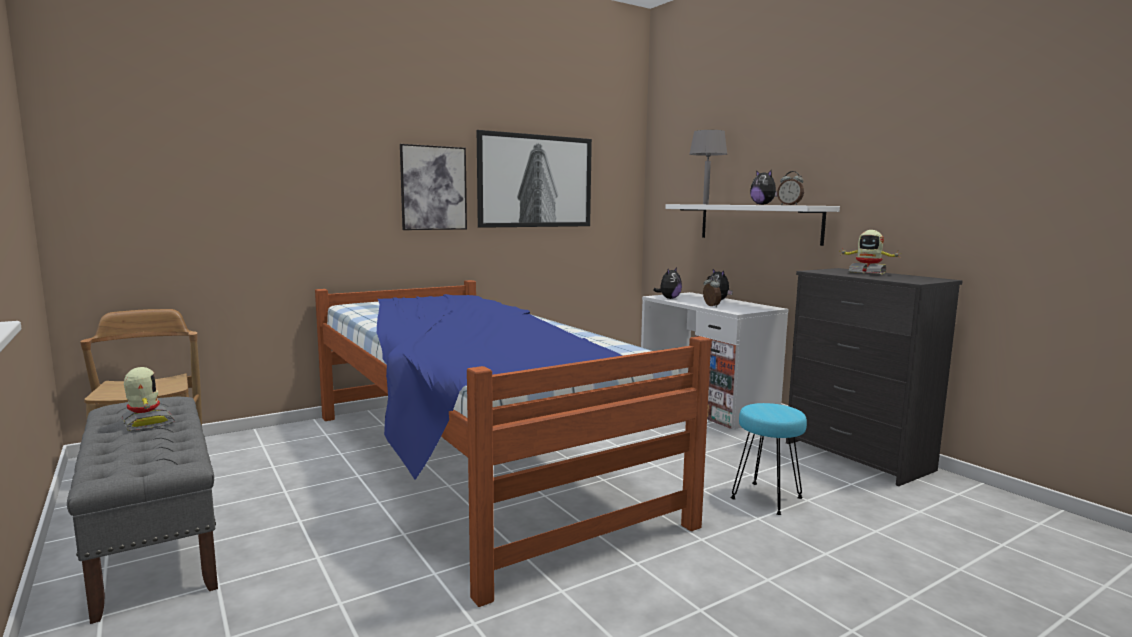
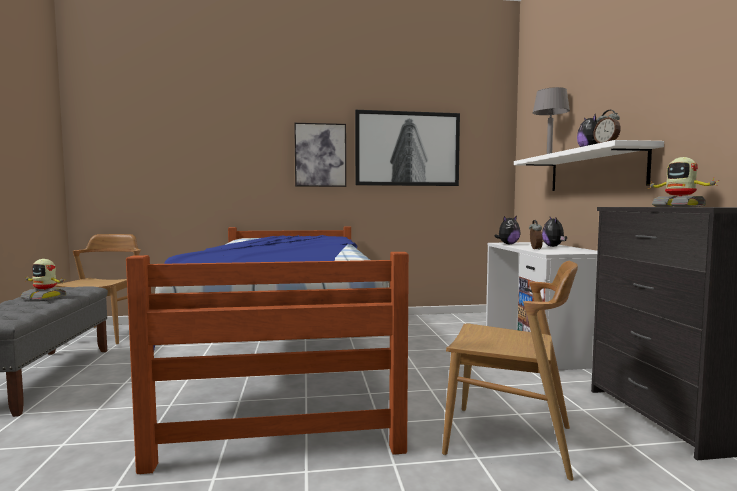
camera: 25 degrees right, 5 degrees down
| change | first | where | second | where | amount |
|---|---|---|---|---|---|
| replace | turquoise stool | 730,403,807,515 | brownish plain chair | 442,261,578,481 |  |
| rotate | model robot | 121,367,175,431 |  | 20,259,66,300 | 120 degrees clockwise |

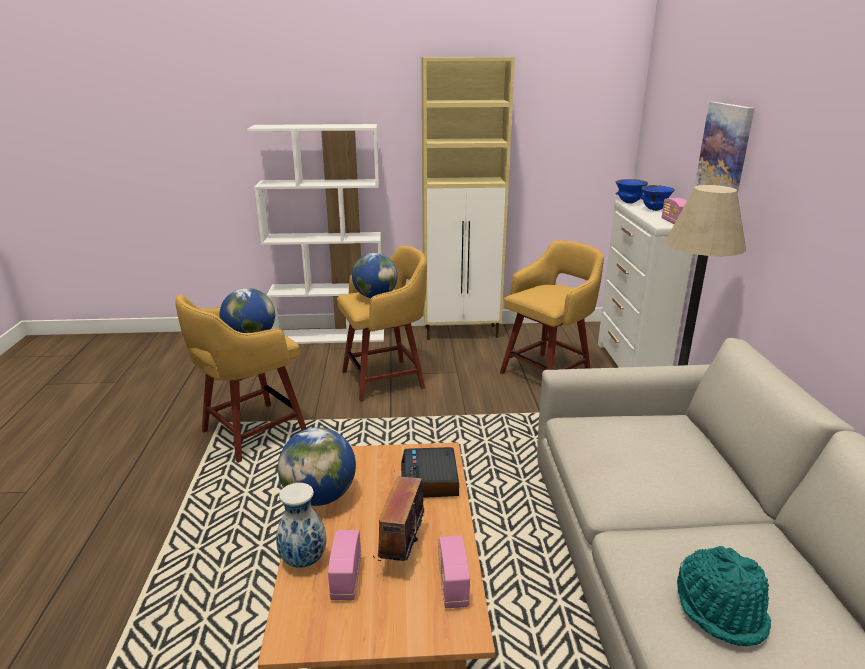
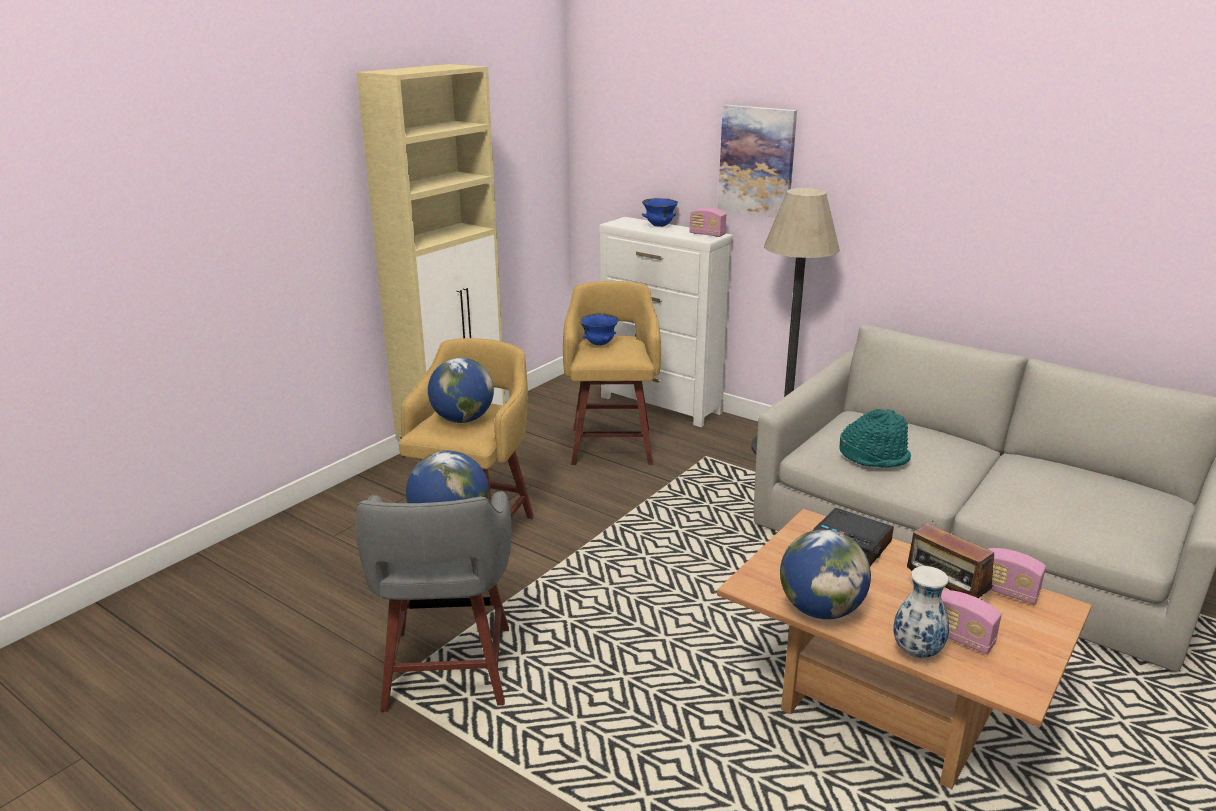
camera: 50 degrees left, 0 degrees up
| change | first | where | second | where | amount |
|---|---|---|---|---|---|
| delete | whitish shelving unit | 247,124,384,344 |  |  |  |
| move | blue-coloured serving bowl | 615,179,648,203 |  | 579,313,619,346 |  |
| move | turquoise clothing hat | 677,546,771,646 |  | 839,409,911,468 |  |
| recolor | yellow stool | 175,295,307,463 | greyish stool | 355,491,511,712 |  |

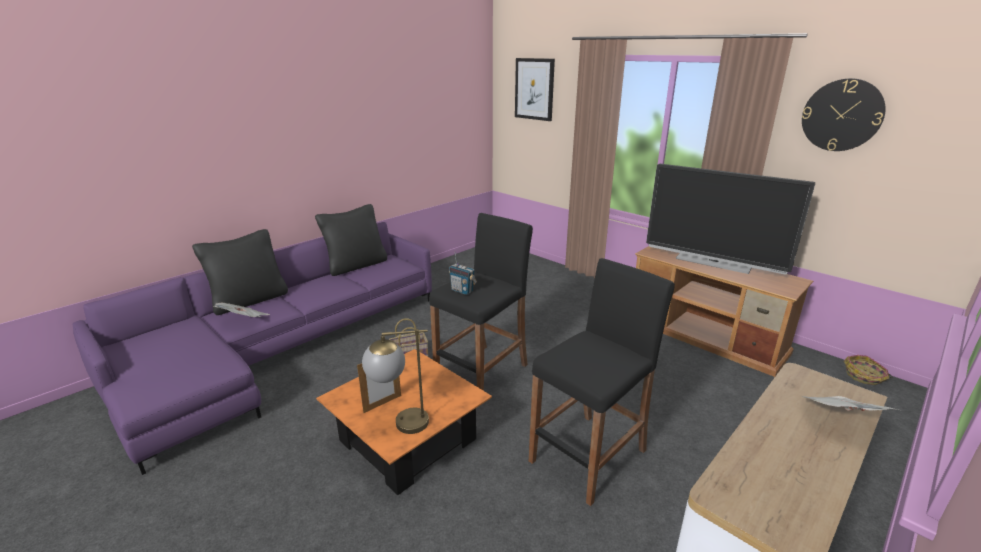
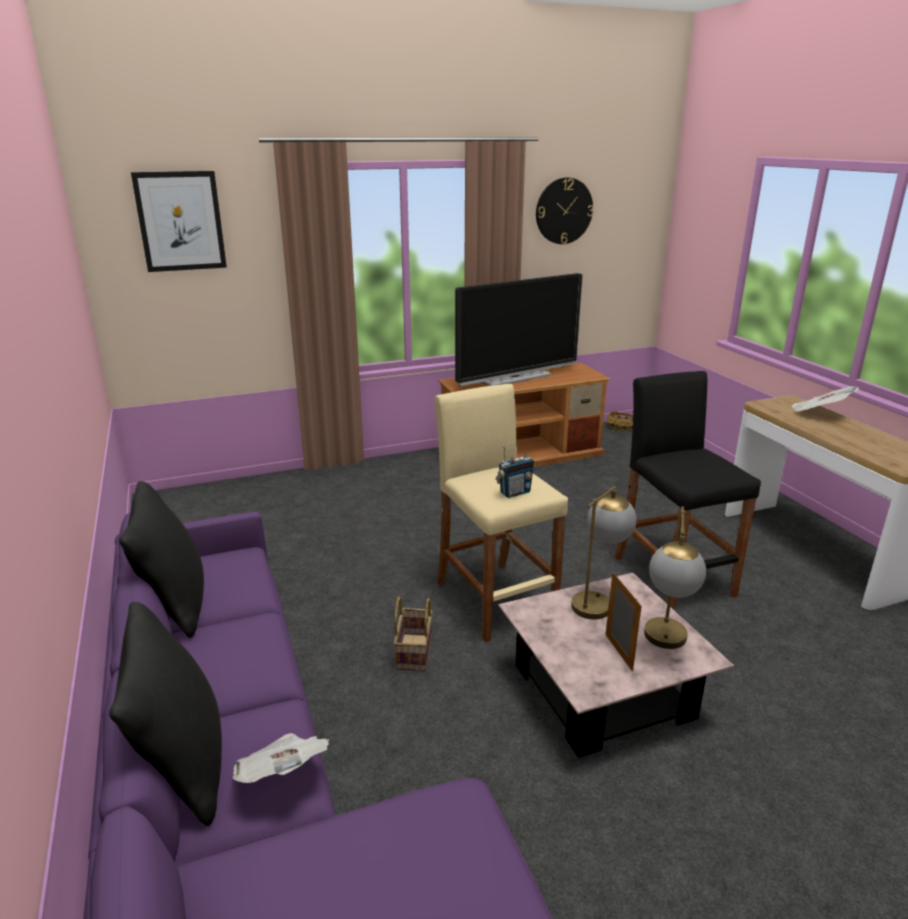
camera: 65 degrees left, 0 degrees up
| change | first | where | second | where | amount |
|---|---|---|---|---|---|
| insert |  |  | table lamp | 571,486,637,619 |  |
| recolor | orange coffee table | 316,349,492,495 | pinkish coffee table | 498,573,734,758 |  |
| recolor | blackish stool | 429,213,533,391 | beige stool | 435,384,568,642 |  |

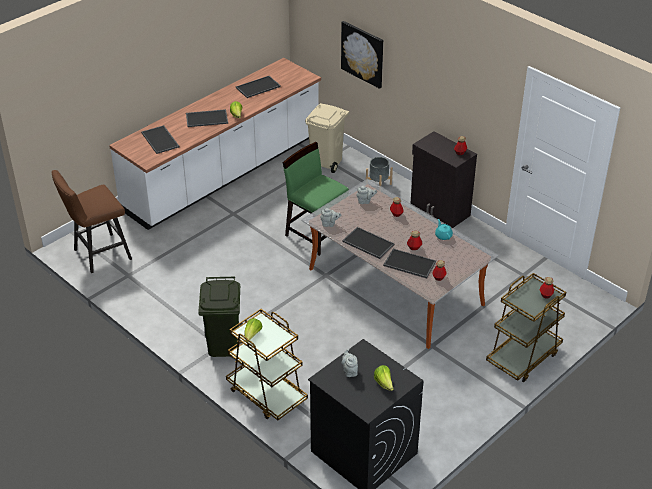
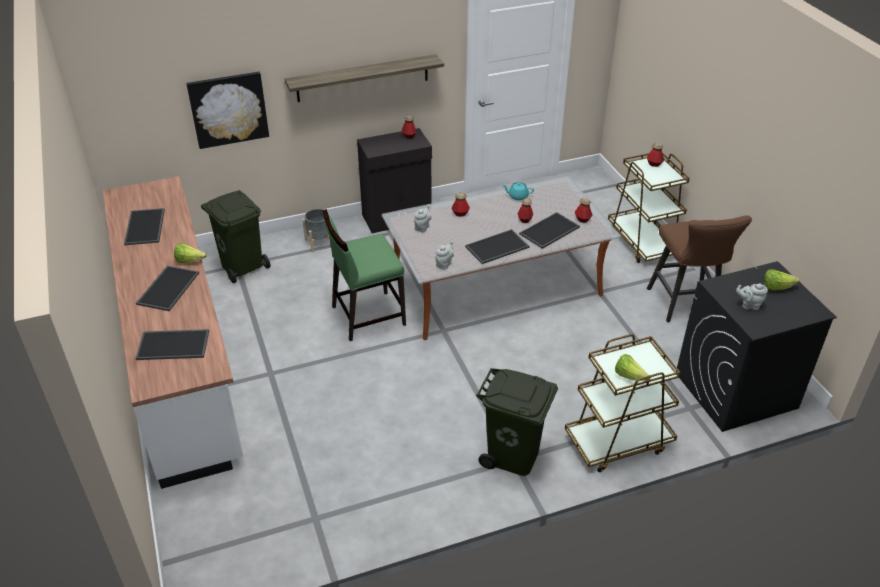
camera: 65 degrees left, 0 degrees up
| change | first | where | second | where | amount |
|---|---|---|---|---|---|
| insert |  |  | wall shelf | 285,54,444,102 |  |
| move | brownish stool | 51,170,132,273 |  | 647,215,752,322 |  |
| recolor | beige rubbish bin | 305,103,349,173 | greenish rubbish bin | 201,190,271,283 |  |

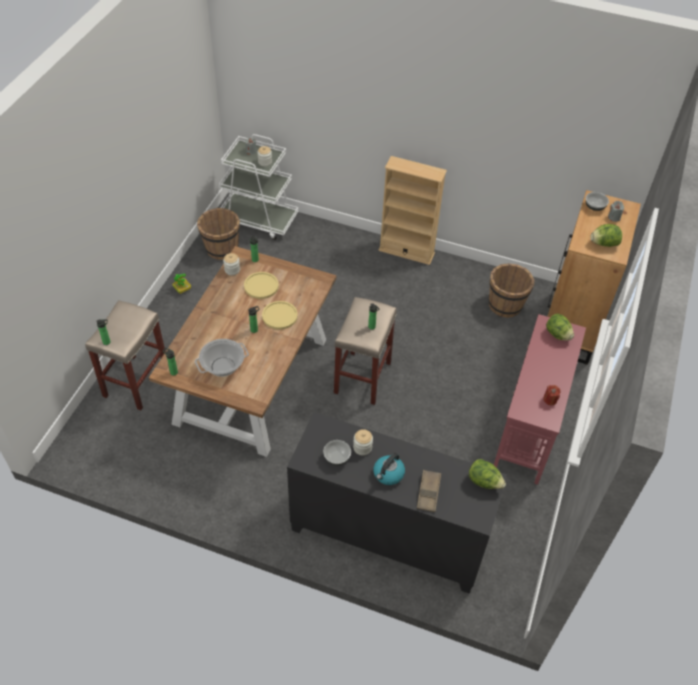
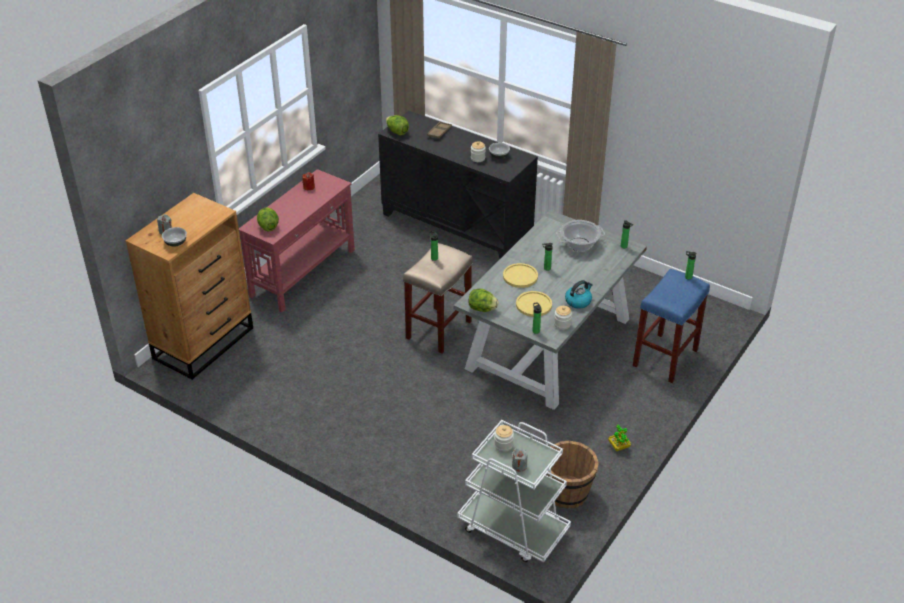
camera: 165 degrees left, 10 degrees down
| change | first | where | second | where | amount |
|---|---|---|---|---|---|
| delete | beige shelving unit | 379,156,447,265 |  |  |  |
| delete | brownish bucket | 489,263,534,318 |  |  |  |
| move | water kettle | 374,453,405,485 |  | 565,280,593,309 |  |
| move | lettuce head | 590,224,622,247 |  | 468,289,499,312 |  |
| recolor | beige stool | 85,300,166,410 | blue-coloured stool | 633,269,710,383 |  |
| recolor | brownish kitchen table | 149,246,336,457 | greyish kitchen table | 453,210,647,410 |  |

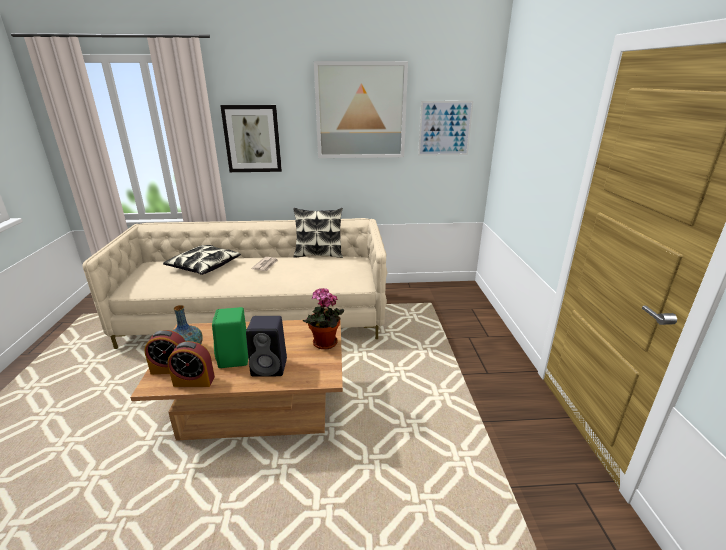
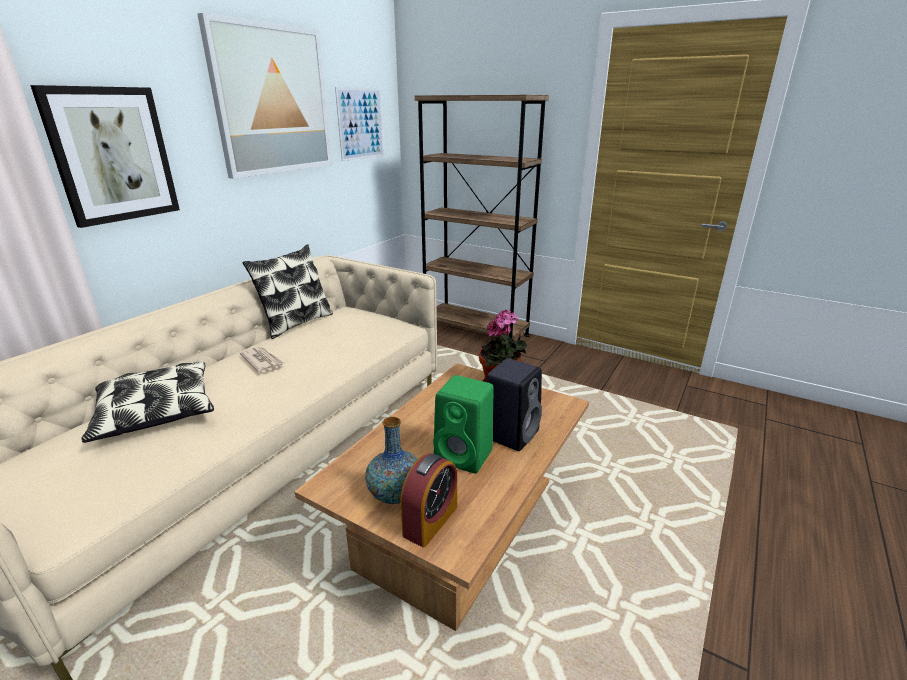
camera: 55 degrees left, 0 degrees up
| change | first | where | second | where | amount |
|---|---|---|---|---|---|
| delete | alarm clock | 168,341,215,387 |  |  |  |
| insert |  |  | brownish shelving unit | 415,95,549,340 |  |

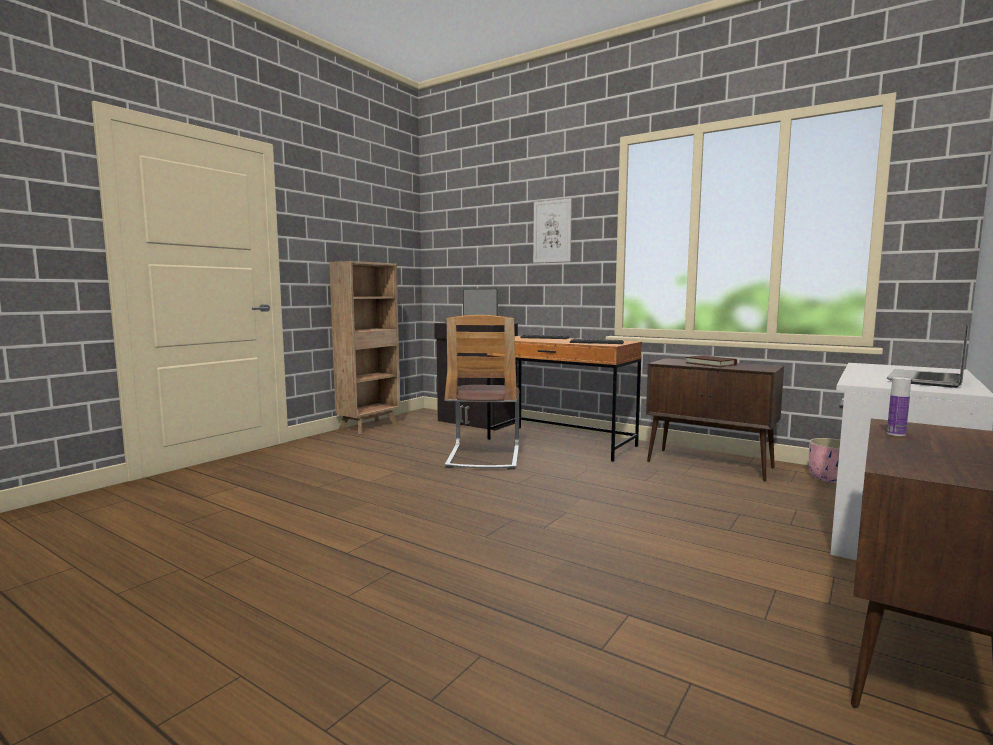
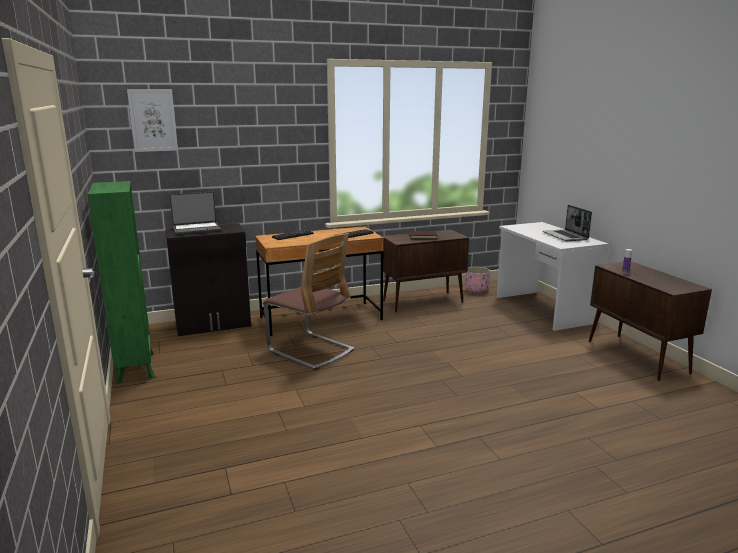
camera: 55 degrees left, 10 degrees up
| change | first | where | second | where | amount |
|---|---|---|---|---|---|
| move | wall picture | 533,198,572,263 |  | 127,89,178,152 |  |
| recolor | brownish shelving unit | 329,261,400,434 | greenish shelving unit | 88,181,155,384 |  |

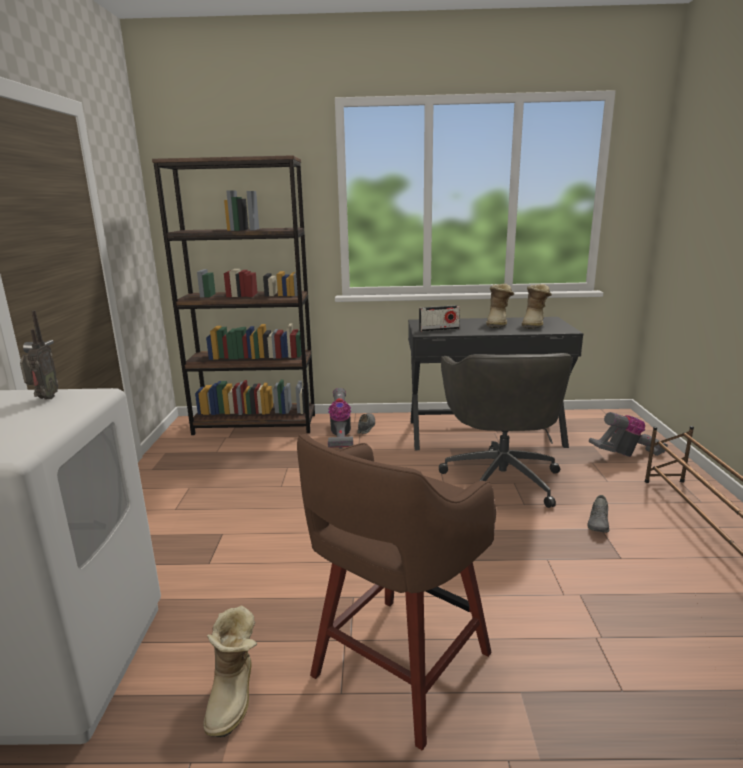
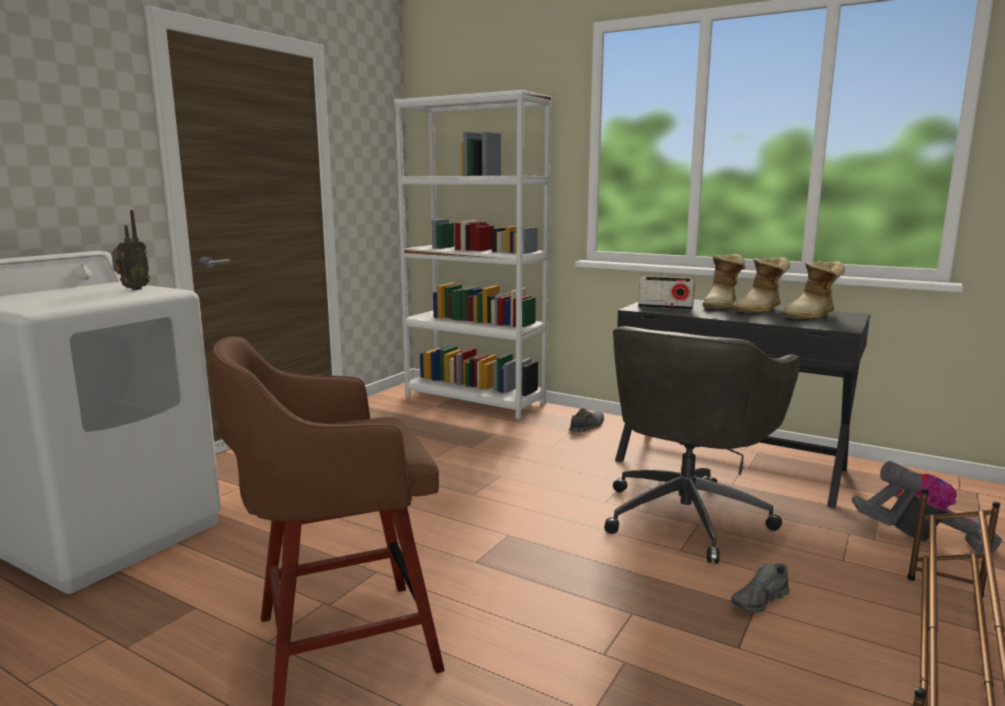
camera: 30 degrees right, 5 degrees down
| change | first | where | second | where | amount |
|---|---|---|---|---|---|
| delete | hoover | 328,388,353,449 |  |  |  |
| move | high-top boot | 203,605,257,737 |  | 703,254,746,311 |  |
| recolor | brownish shelving unit | 152,155,315,435 | whitish shelving unit | 394,90,552,419 |  |

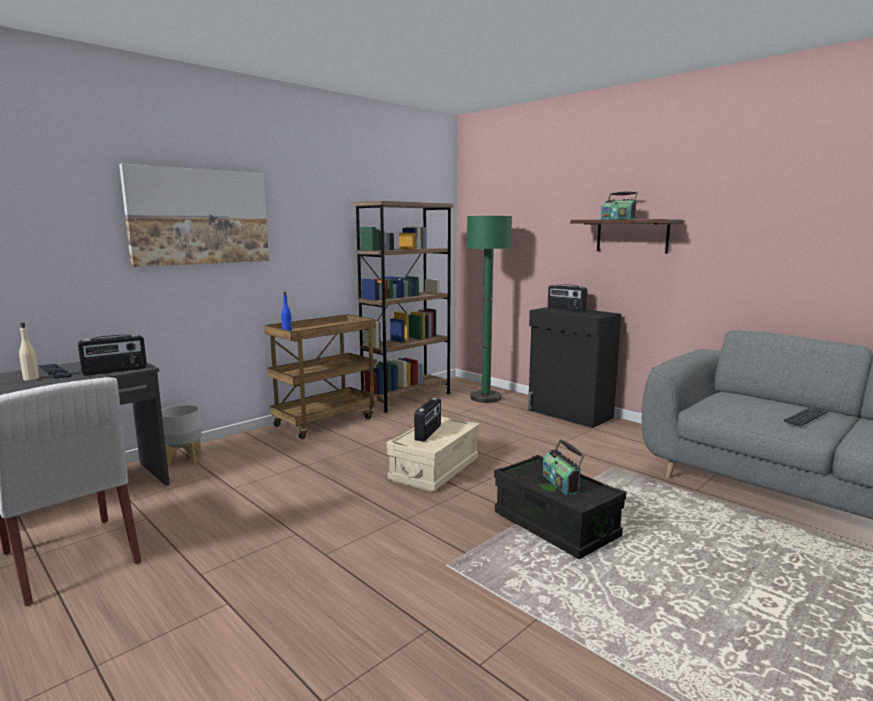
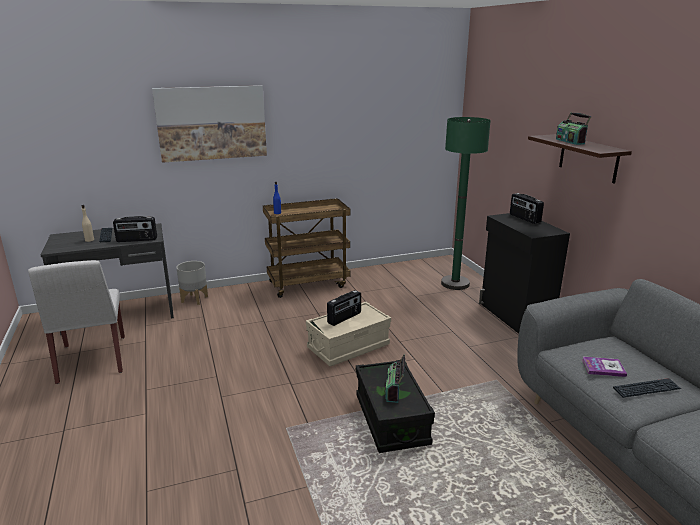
camera: 25 degrees right, 10 degrees up
| change | first | where | second | where | amount |
|---|---|---|---|---|---|
| delete | brownish shelving unit | 353,201,454,413 |  |  |  |
| insert |  |  | bound book | 582,357,627,377 |  |

